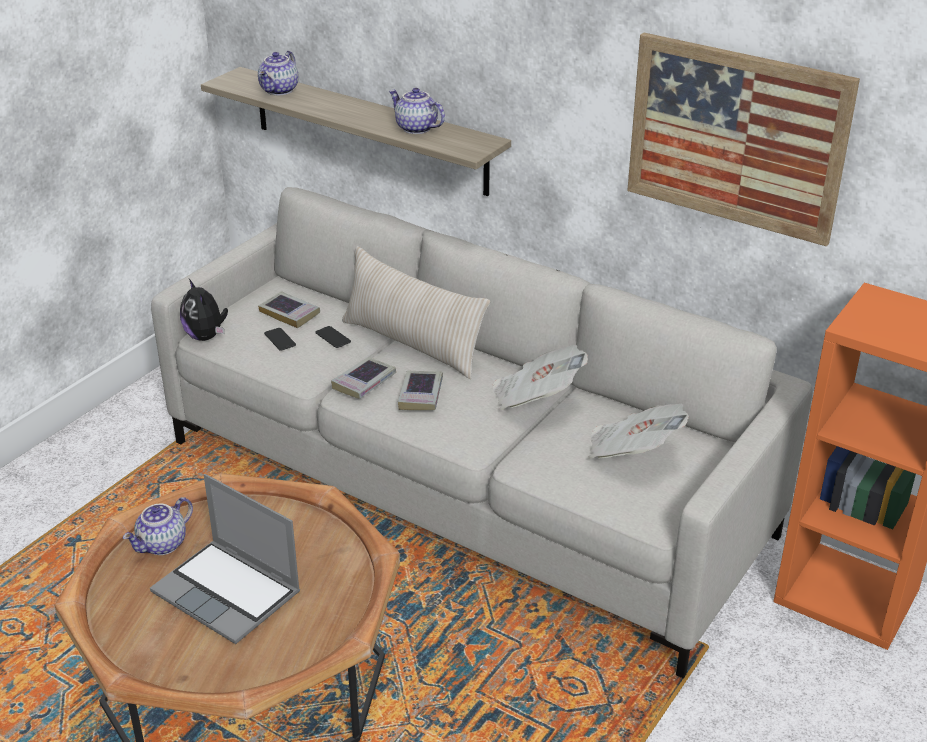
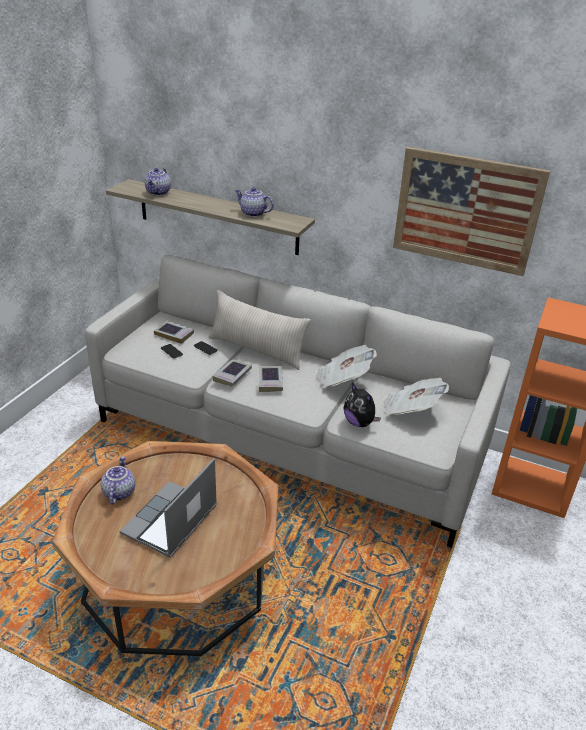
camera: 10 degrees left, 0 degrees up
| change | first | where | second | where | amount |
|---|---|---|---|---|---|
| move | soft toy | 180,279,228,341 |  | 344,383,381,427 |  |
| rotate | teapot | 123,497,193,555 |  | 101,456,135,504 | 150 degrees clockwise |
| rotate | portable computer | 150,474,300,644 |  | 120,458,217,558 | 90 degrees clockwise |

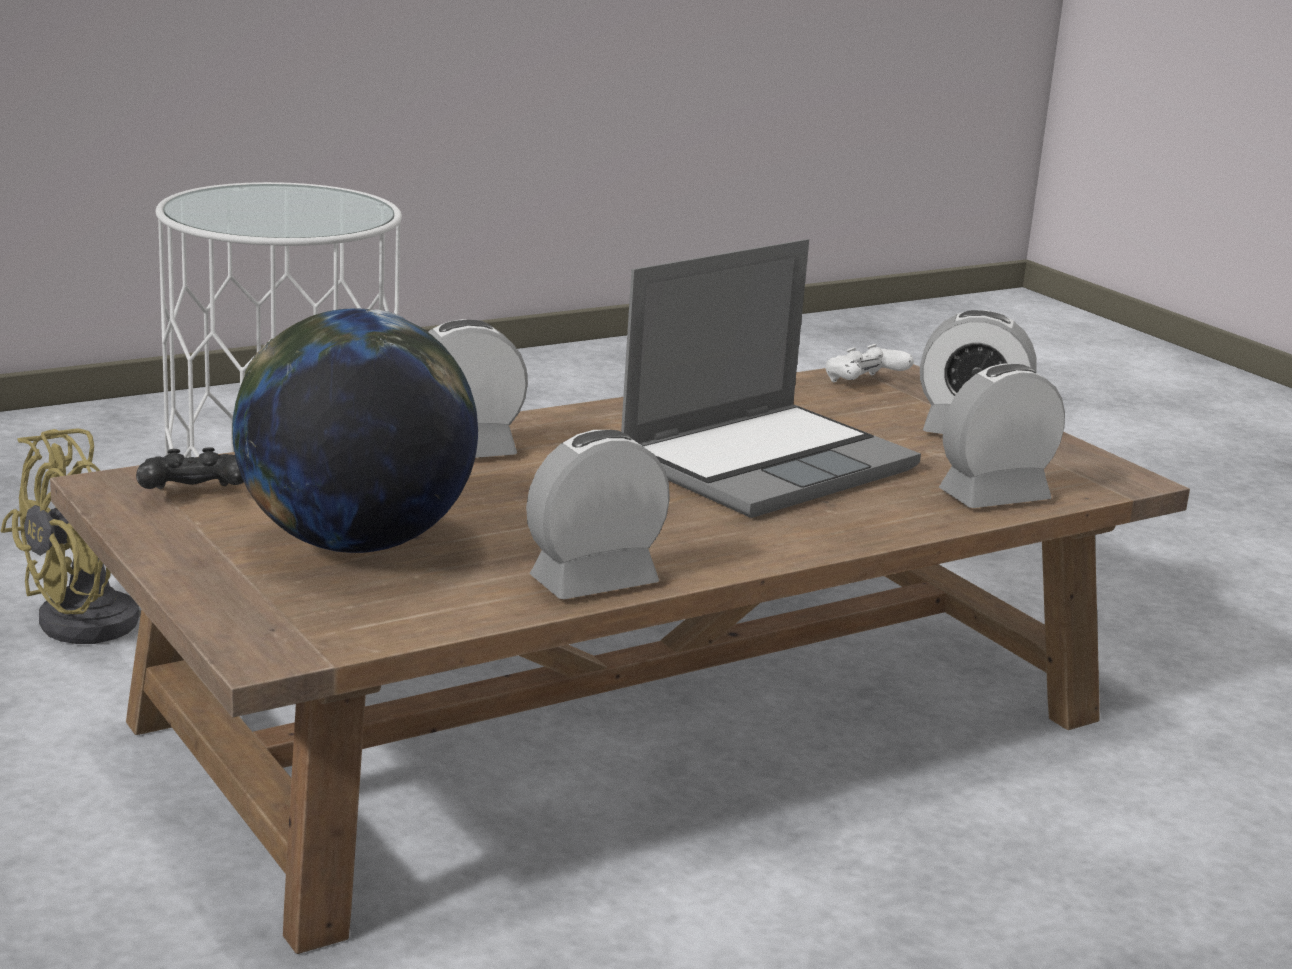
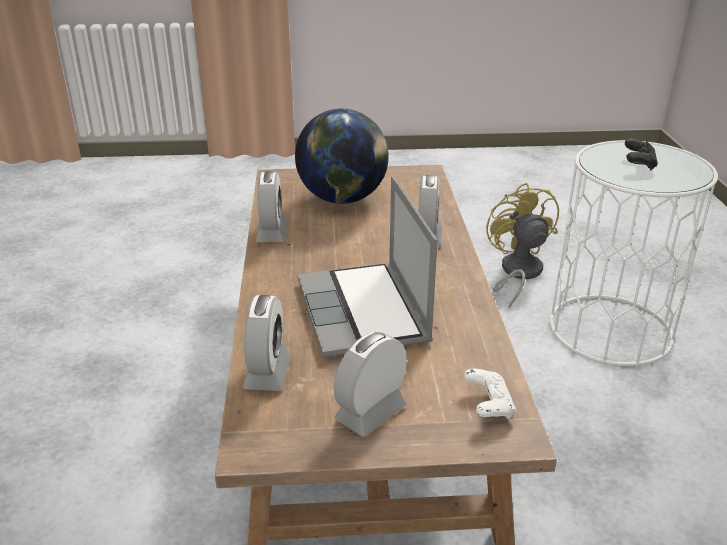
camera: 120 degrees right, 10 degrees up
| change | first | where | second | where | amount |
|---|---|---|---|---|---|
| move | blackish gamepad | 136,447,244,489 |  | 625,139,658,171 |  |

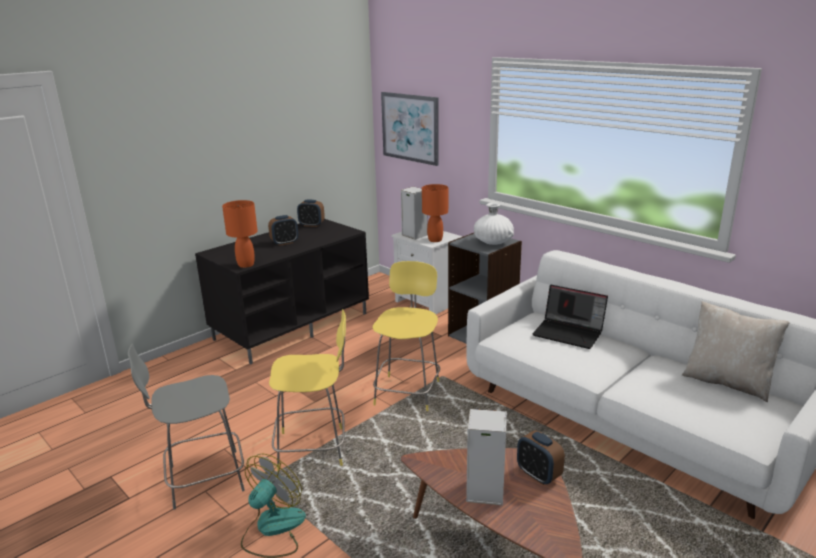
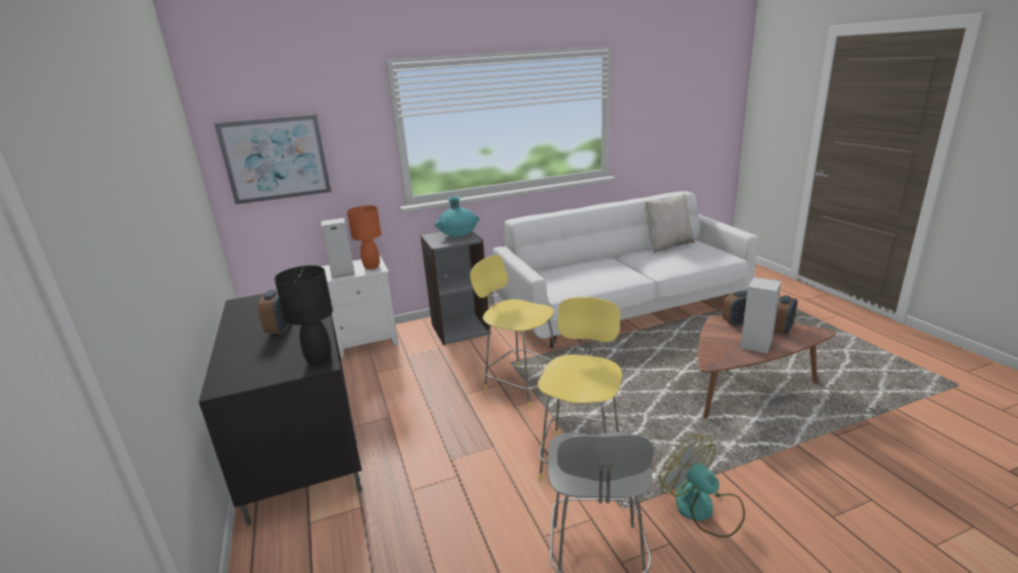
camera: 65 degrees left, 0 degrees up
| change | first | where | second | where | amount |
|---|---|---|---|---|---|
| delete | portable computer | 533,285,608,349 |  |  |  |
| move | alarm clock | 297,200,325,227 |  | 774,295,798,335 |  |
| recolor | orange table lamp | 222,200,258,268 | blackish table lamp | 274,265,333,366 |  |
| recolor | whitish decorative vase | 474,202,514,245 | turquoise decorative vase | 435,196,479,237 |  |

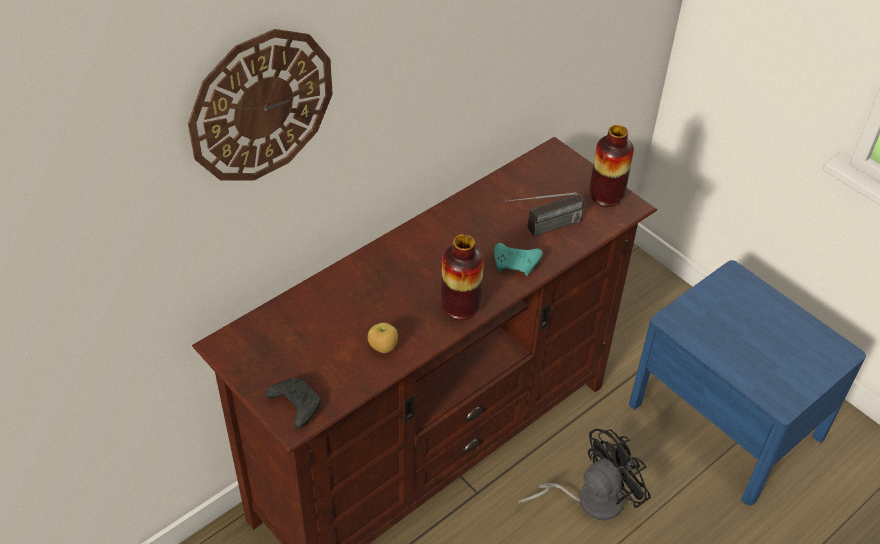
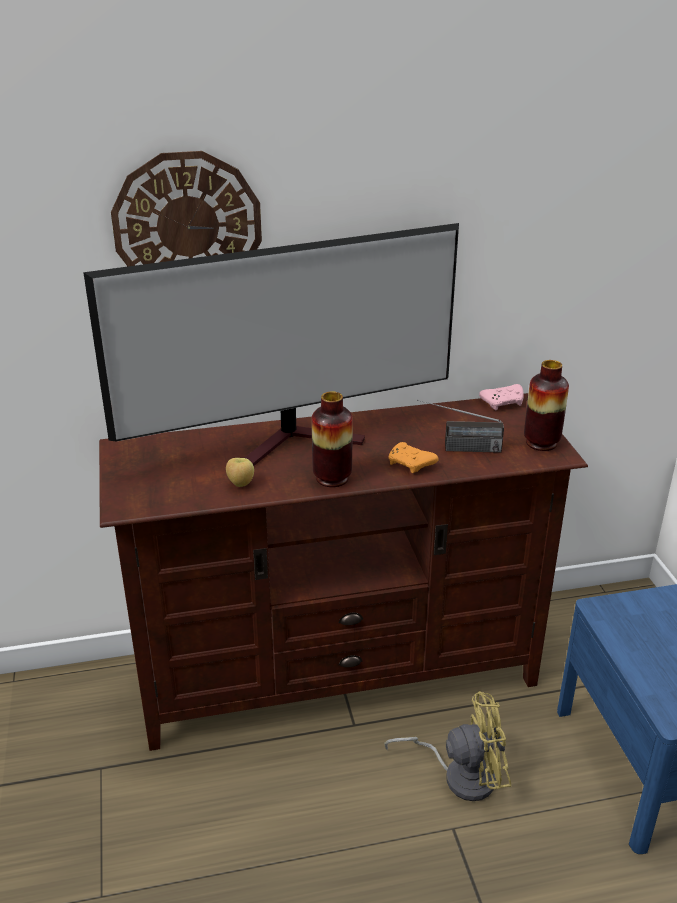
camera: 30 degrees right, 15 degrees down
| change | first | where | second | where | amount |
|---|---|---|---|---|---|
| delete | blackish gamepad | 266,377,321,428 |  |  |  |
| insert |  |  | TV | 83,223,459,466 |  |
| insert |  |  | pinkish gamepad | 479,384,524,410 |  |
| recolor | turquoise gamepad | 494,243,543,276 | orange gamepad | 389,442,439,473 |  |
| recolor | blackish fan | 518,429,651,521 | yellow fan | 384,691,511,801 |  |

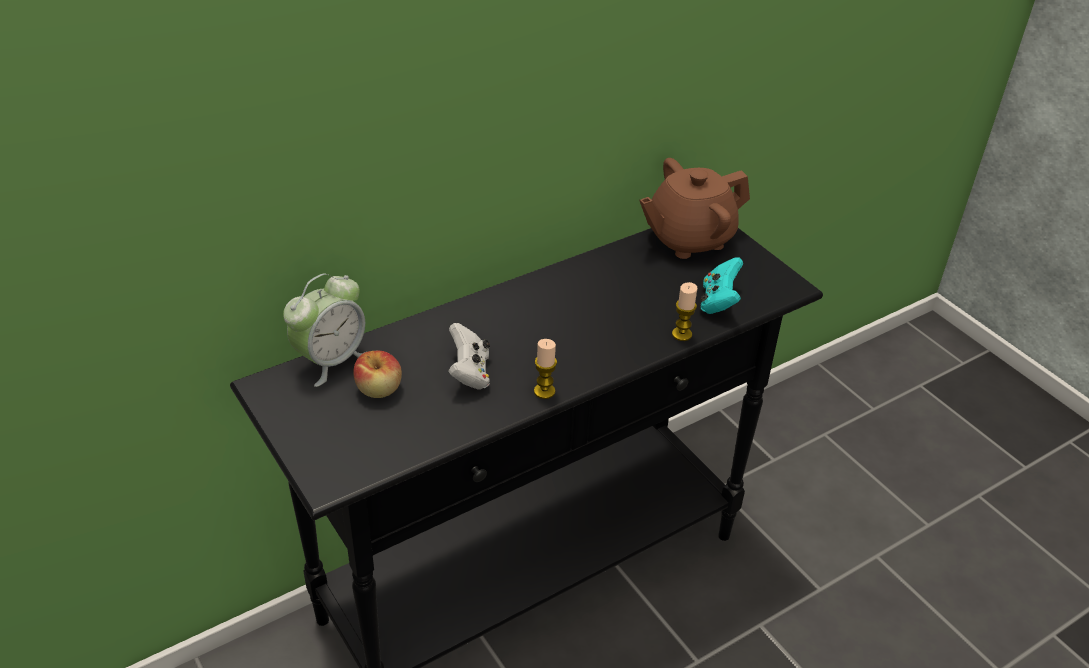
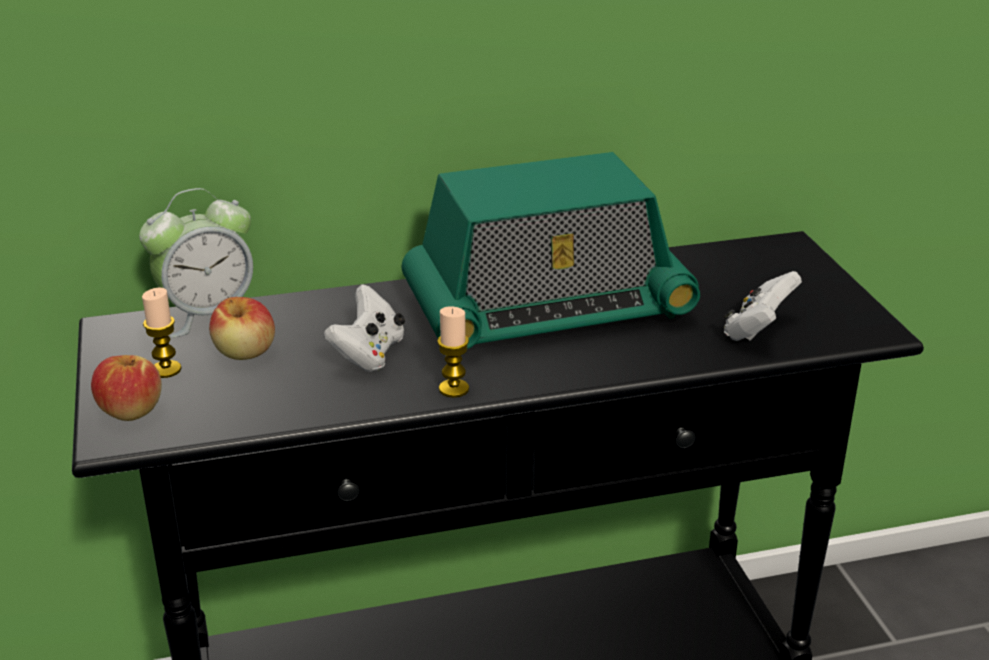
camera: 20 degrees right, 10 degrees down
| change | first | where | second | where | amount |
|---|---|---|---|---|---|
| delete | brownish teapot | 640,158,750,259 |  |  |  |
| insert |  |  | whole apple | 91,355,162,421 |  |
| insert |  |  | radio | 402,152,700,349 |  |
| move | wax light | 672,282,697,341 |  | 142,288,181,378 |  |
| recolor | turquoise gamepad | 701,257,743,314 | whitish gamepad | 724,271,802,341 |  |

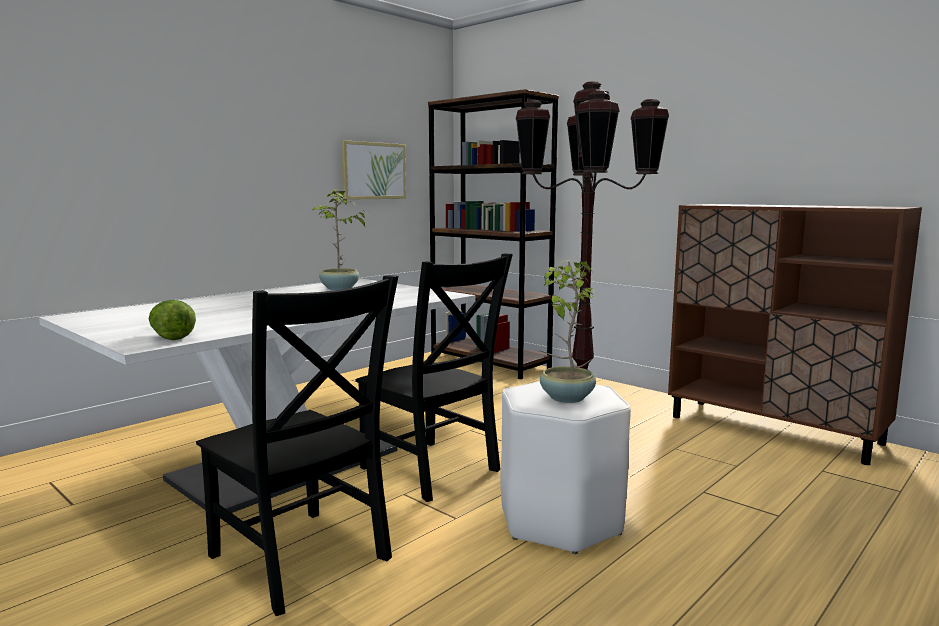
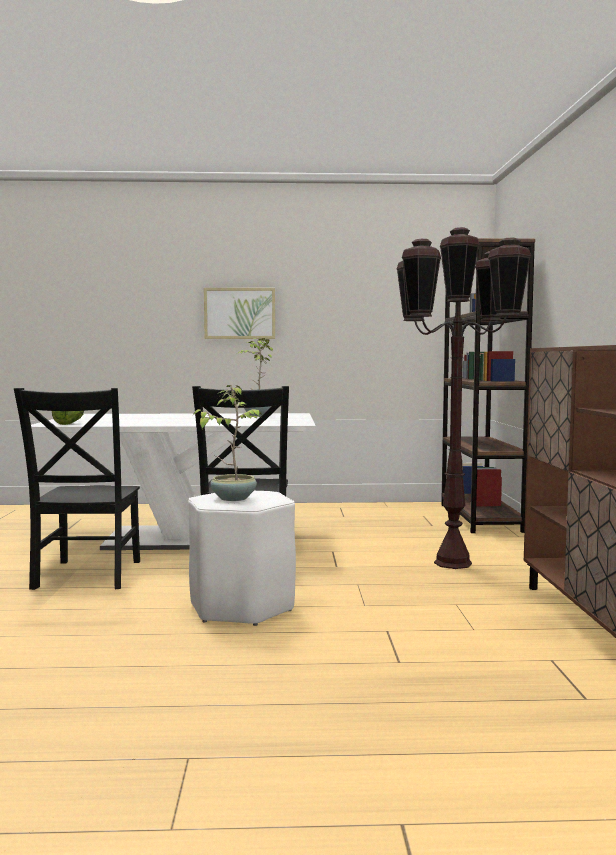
camera: 45 degrees right, 5 degrees down
| change | first | where | second | where | amount |
|---|---|---|---|---|---|
| move | wall picture | 341,140,406,200 |  | 204,288,275,339 |  |

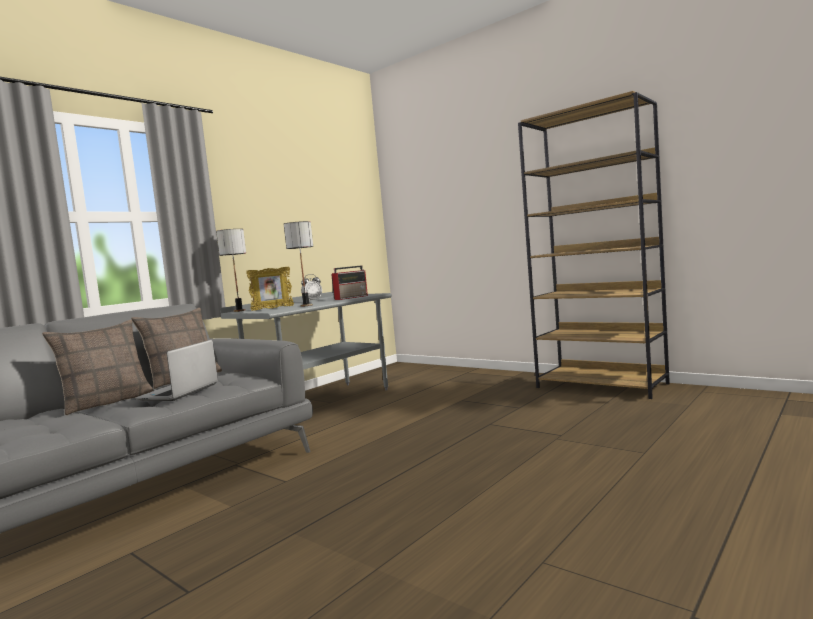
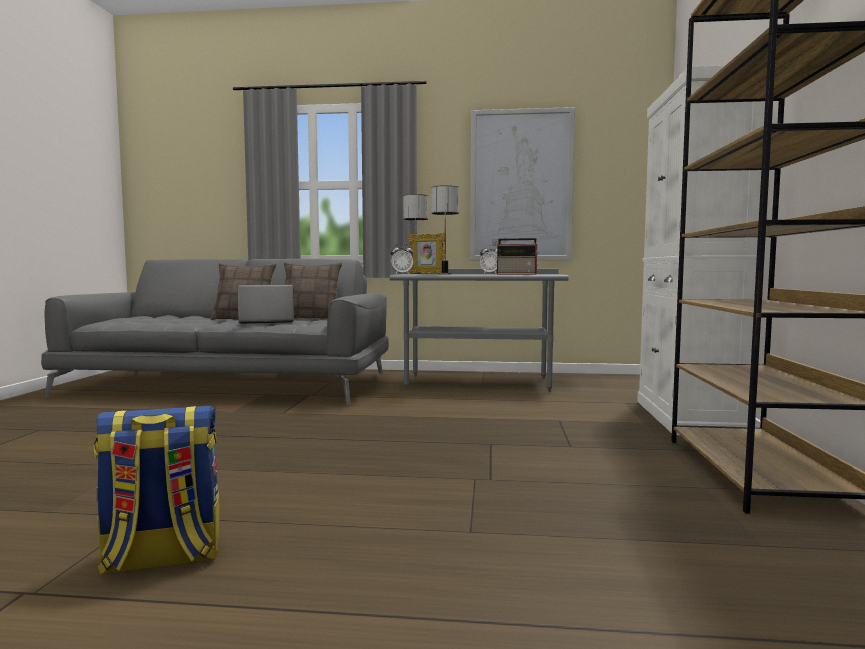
camera: 55 degrees right, 0 degrees up
| change | first | where | second | where | amount |
|---|---|---|---|---|---|
| insert |  |  | knapsack | 94,406,219,575 |  |
| insert |  |  | alarm clock | 390,243,413,274 |  |
| insert |  |  | wall picture | 470,107,575,260 |  |
| insert |  |  | whitish cabinet | 637,65,765,435 |  |

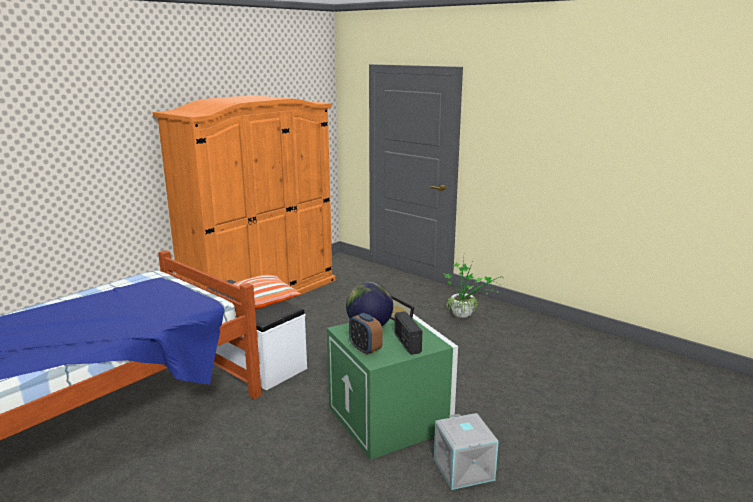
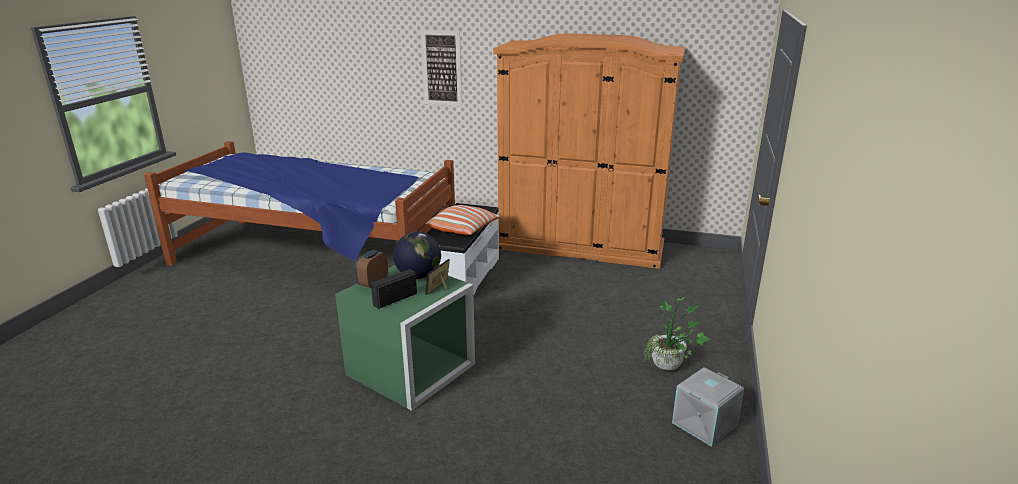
camera: 65 degrees right, 5 degrees up
| change | first | where | second | where | amount |
|---|---|---|---|---|---|
| insert |  |  | wall picture | 421,30,462,106 |  |
| move | greyish storage bin | 434,413,499,490 |  | 672,367,744,447 |  |

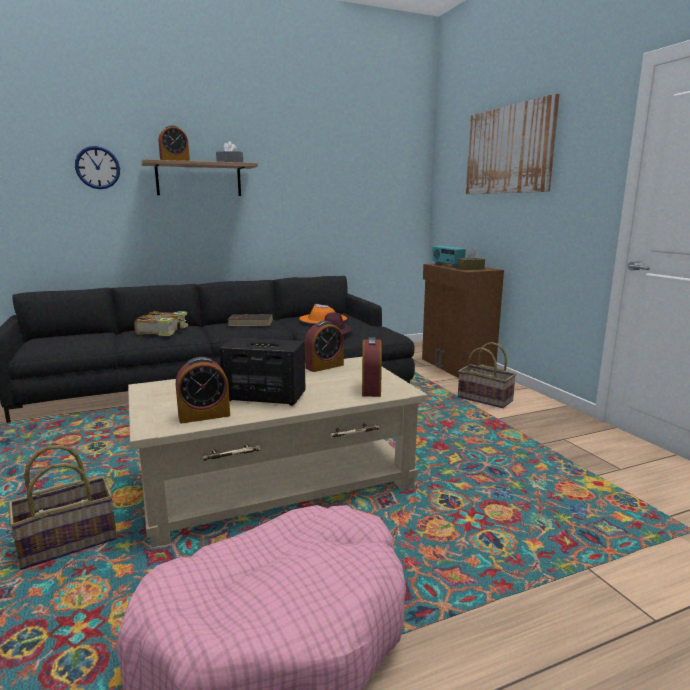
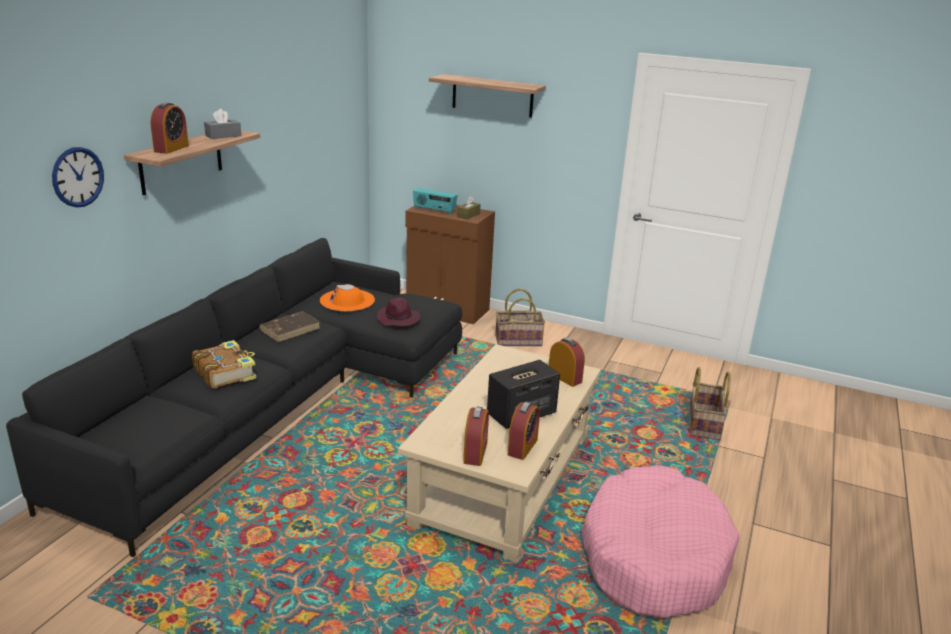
camera: 45 degrees left, 10 degrees up
| change | first | where | second | where | amount |
|---|---|---|---|---|---|
| move | storage basket | 8,445,117,570 |  | 689,367,731,440 |  |
| move | alarm clock | 305,321,344,372 |  | 463,406,489,466 |  |
| replace | wall picture | 466,94,559,194 | wall shelf | 429,74,546,118 |  |

